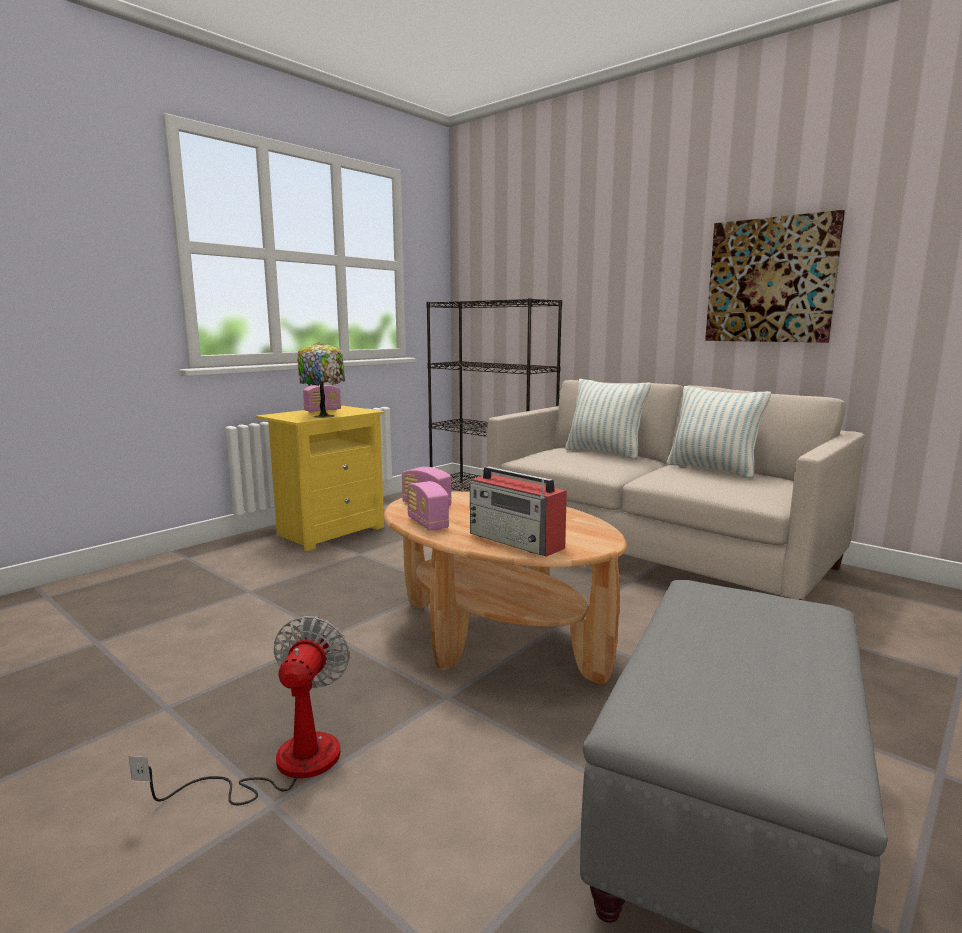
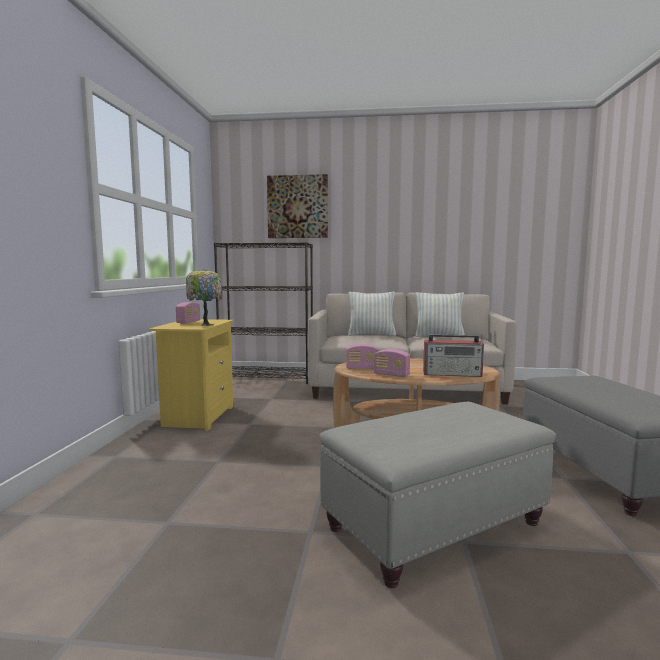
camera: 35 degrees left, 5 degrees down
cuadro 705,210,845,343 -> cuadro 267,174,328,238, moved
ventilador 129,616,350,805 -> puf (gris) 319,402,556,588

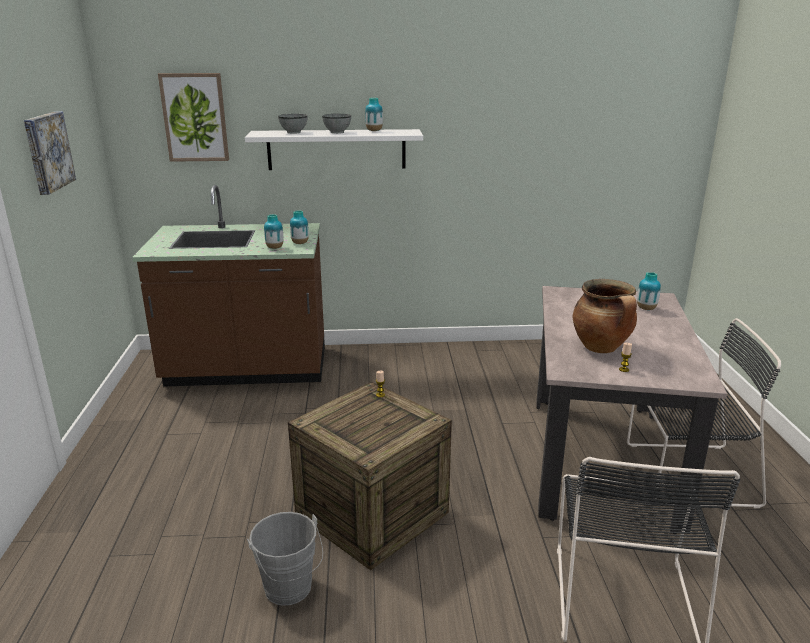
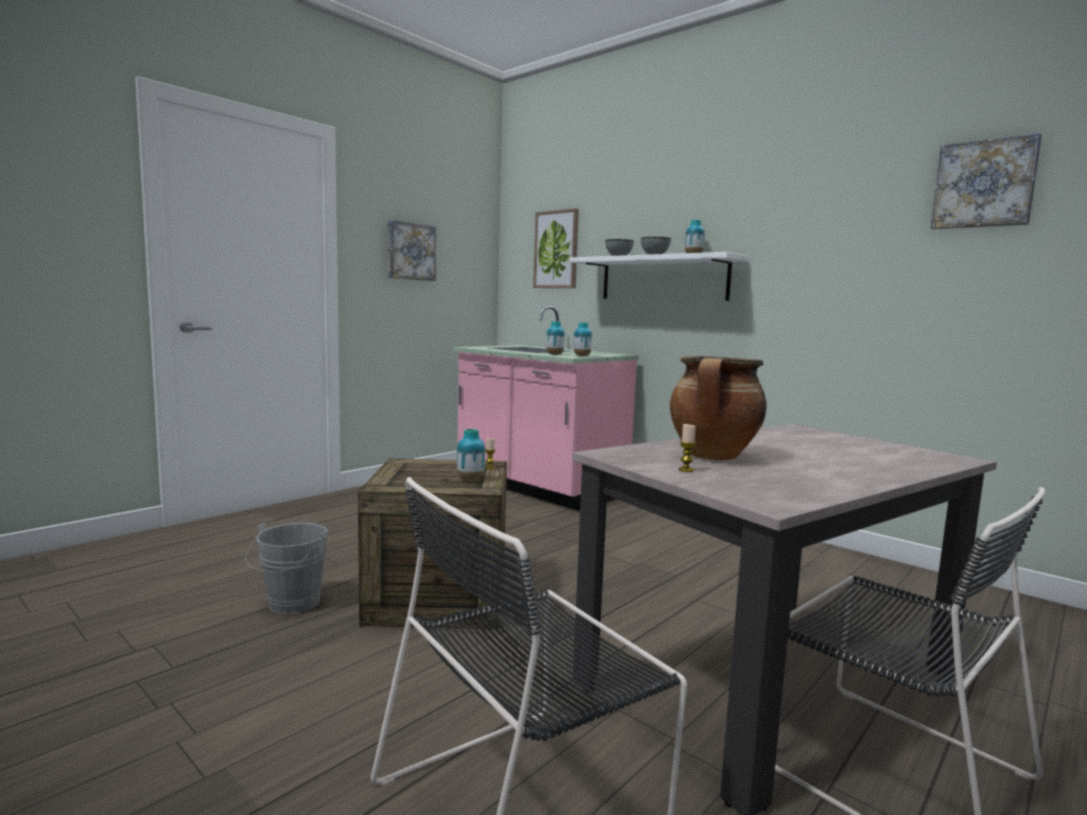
camera: 45 degrees right, 15 degrees down
mueble bajo de cocina (marrón) 132,185,325,387 -> mueble bajo de cocina (rosa) 453,306,639,511
florero 637,272,661,310 -> florero 457,429,485,480, moved
none -> cuadro 931,133,1042,229

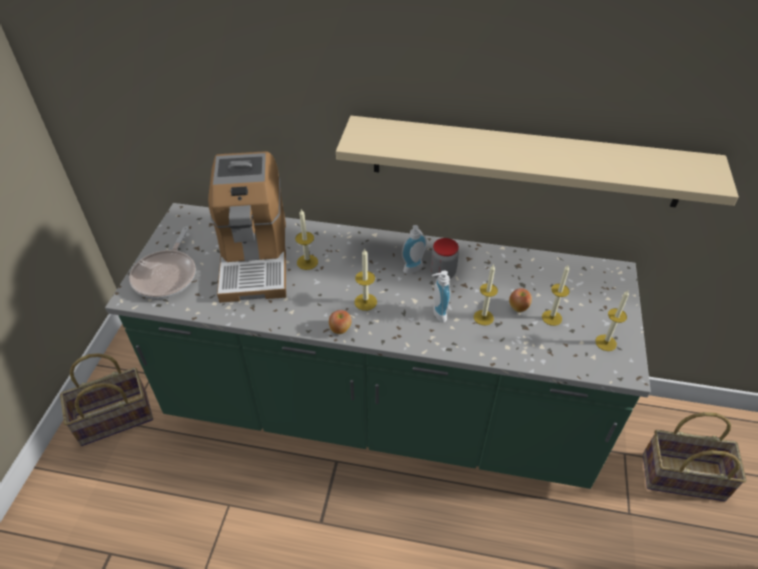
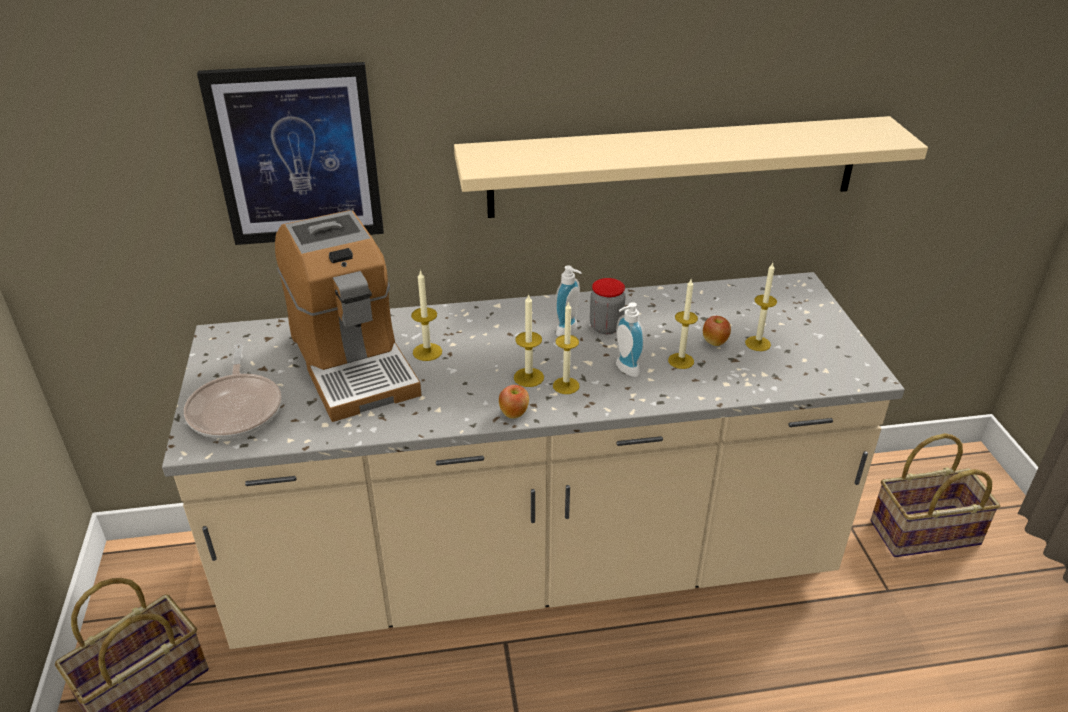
camera: 20 degrees left, 10 degrees down
mueble bajo de cocina (verde) 105,203,651,489 -> mueble bajo de cocina (beis) 162,272,905,649
none -> cuadro 197,62,384,245
vela 595,290,629,351 -> vela 553,301,579,394, moved

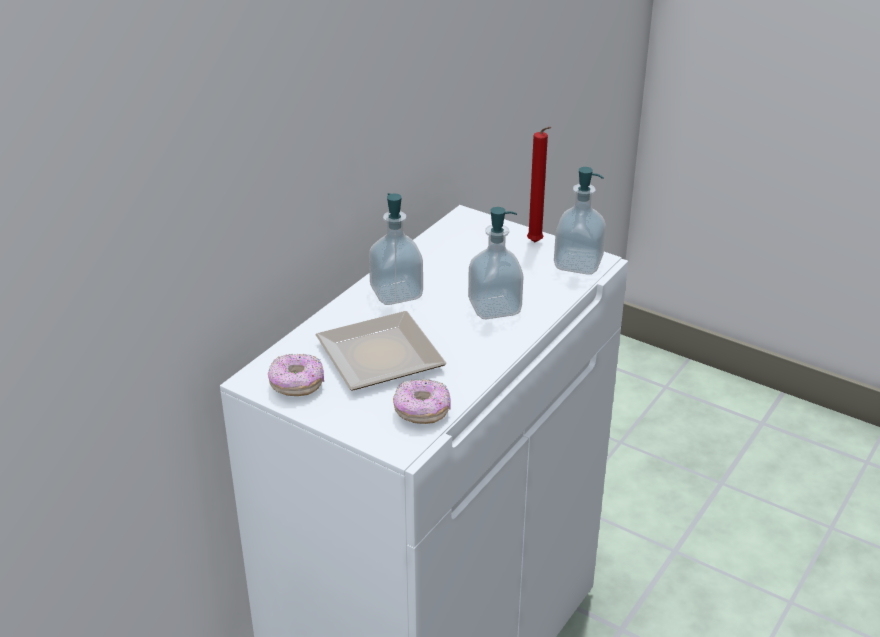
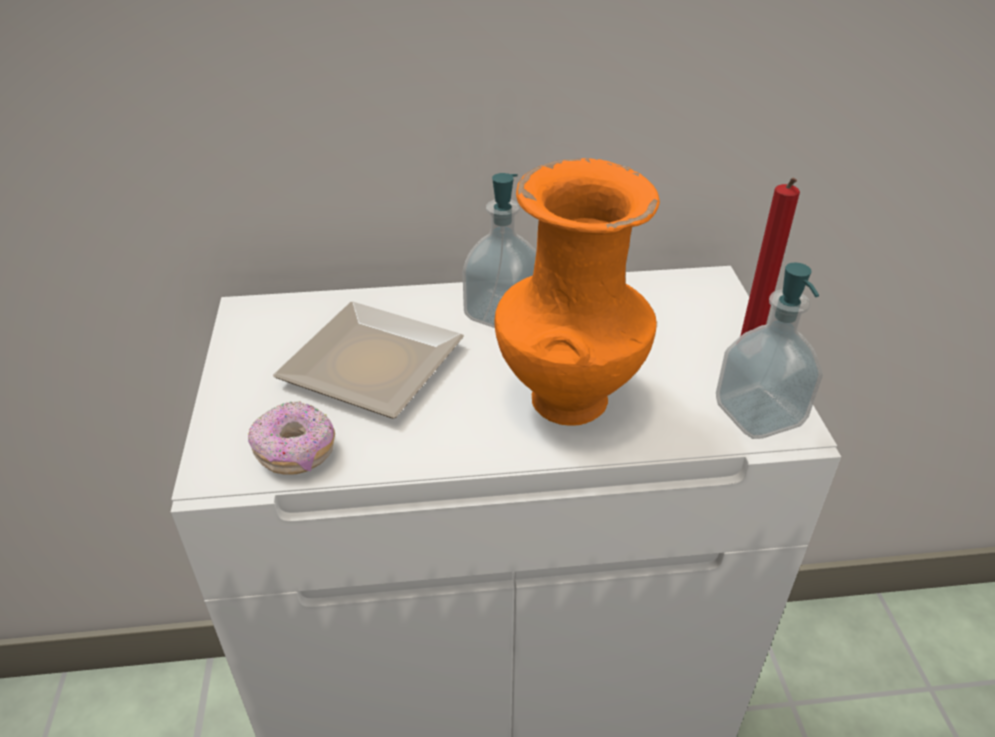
camera: 50 degrees right, 5 degrees up
dispensador de jabón 468,207,524,319 -> florero (naranja) 495,158,660,425
rosquilla 268,354,324,396 -> none

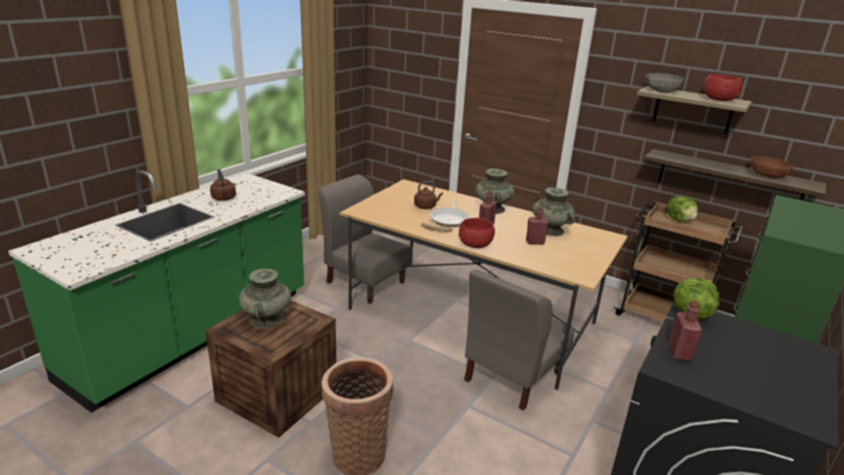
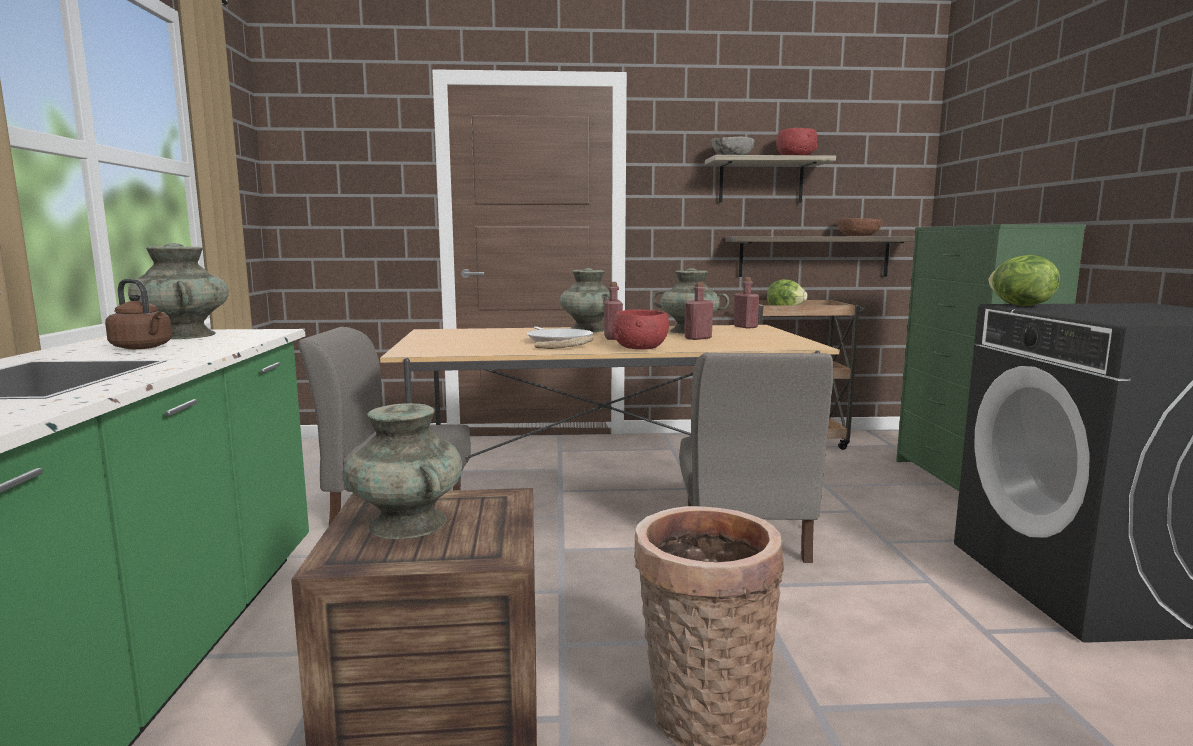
camera: 35 degrees left, 15 degrees down
none -> florero (turquesa) 128,243,229,339
botella (rojo) 669,300,702,361 -> botella (rojo) 734,277,759,329, moved
hervidor (marrón) 414,182,443,209 -> none

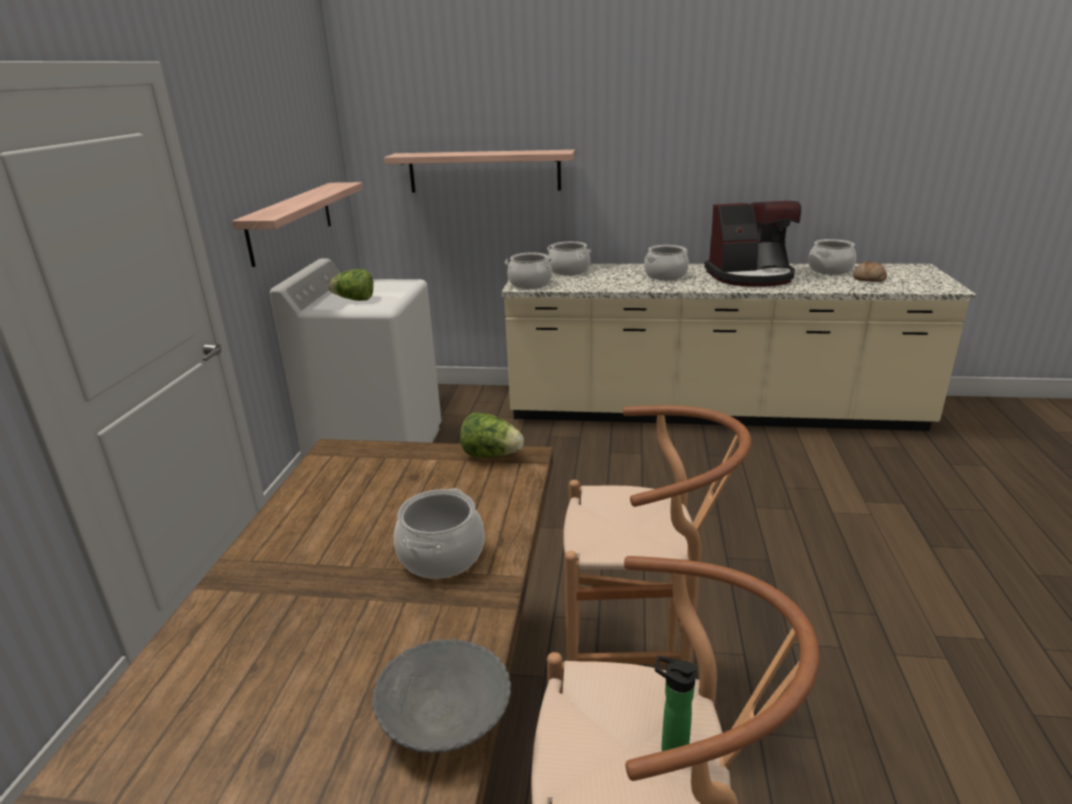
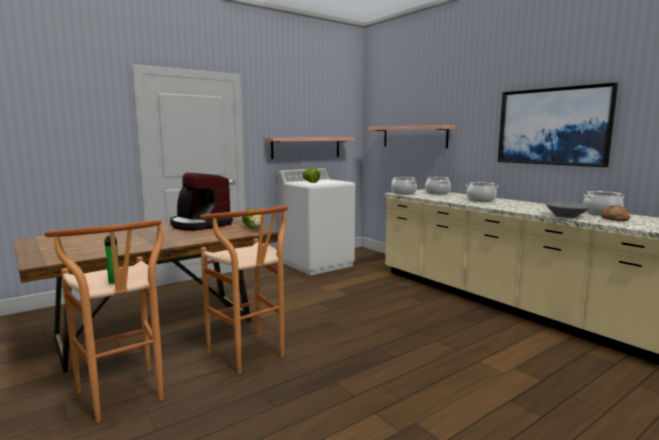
camera: 45 degrees right, 15 degrees down
cafetera 704,201,801,287 -> cafetera 170,173,233,231, moved
none -> cuadro 498,82,618,167
cuenco (gris) 372,639,511,753 -> cuenco (gris) 545,201,591,218, moved
olla 394,488,485,579 -> none

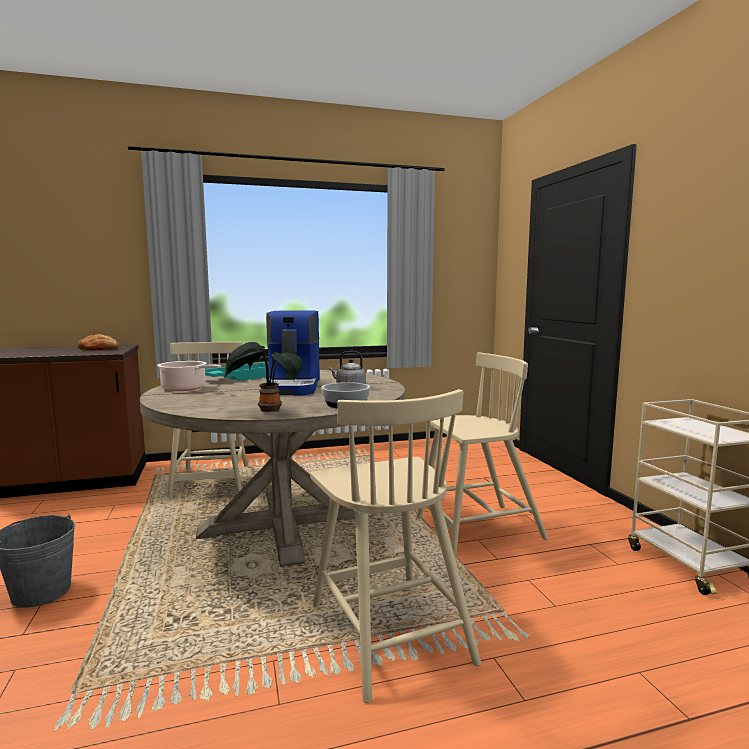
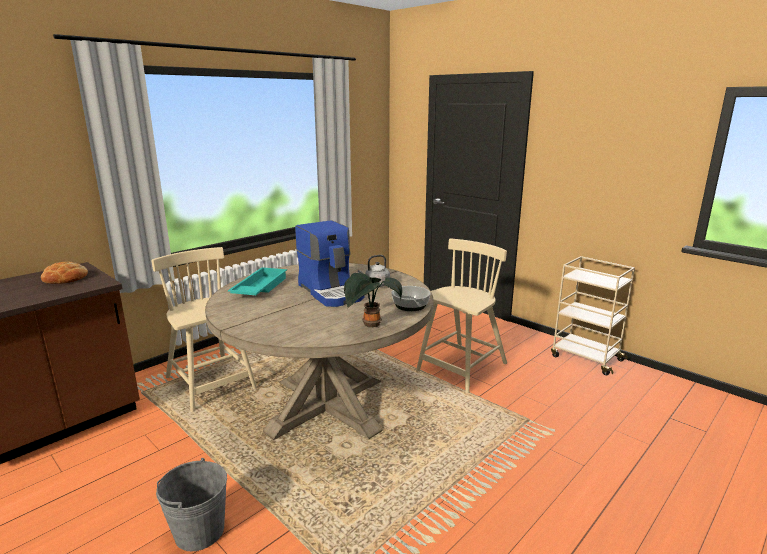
camera: 30 degrees left, 10 degrees up
olla 157,361,221,391 -> none
silla (beis) 310,389,481,703 -> none

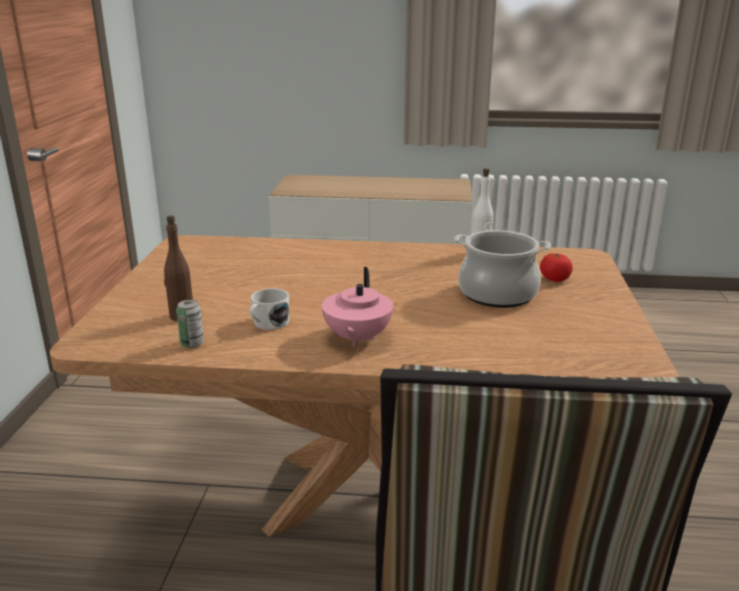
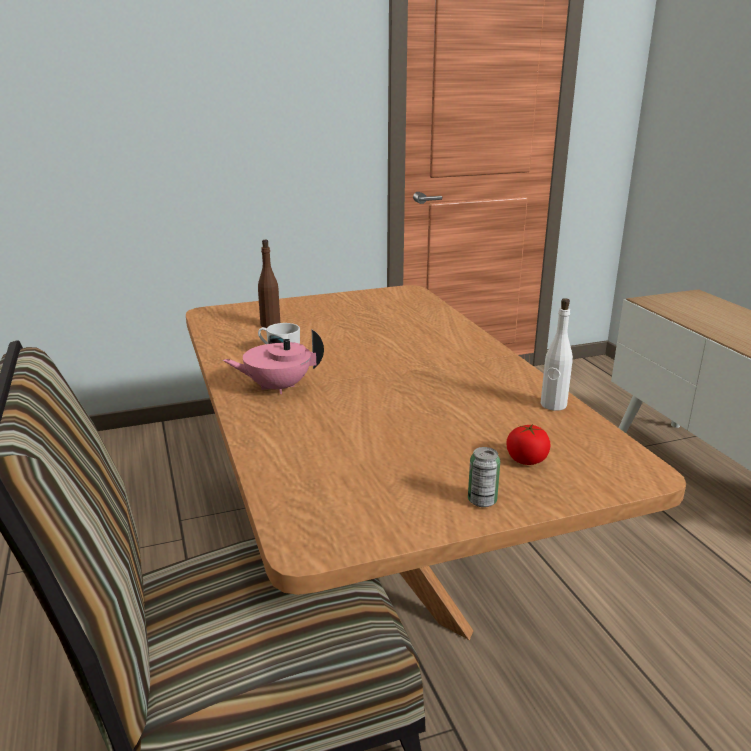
camera: 65 degrees right, 0 degrees up
lata 176,300,204,348 -> lata 468,447,500,507, moved
olla 454,230,551,308 -> none

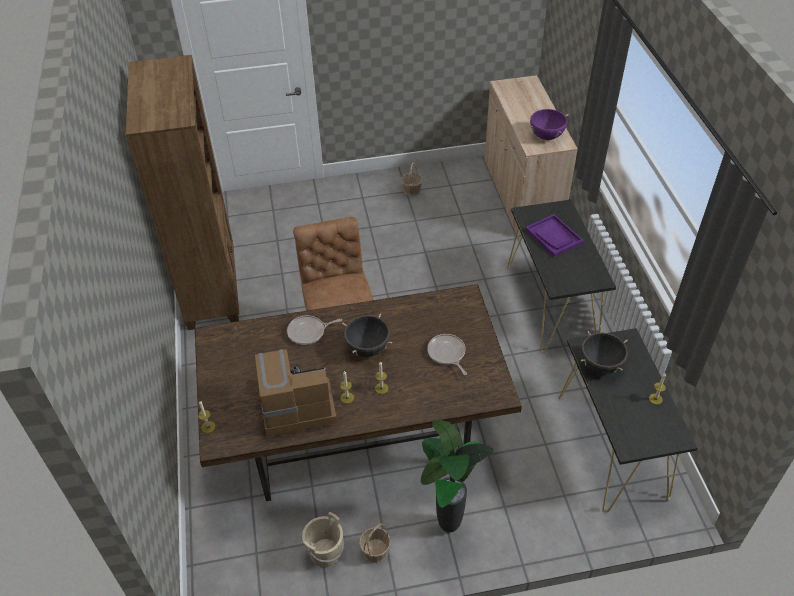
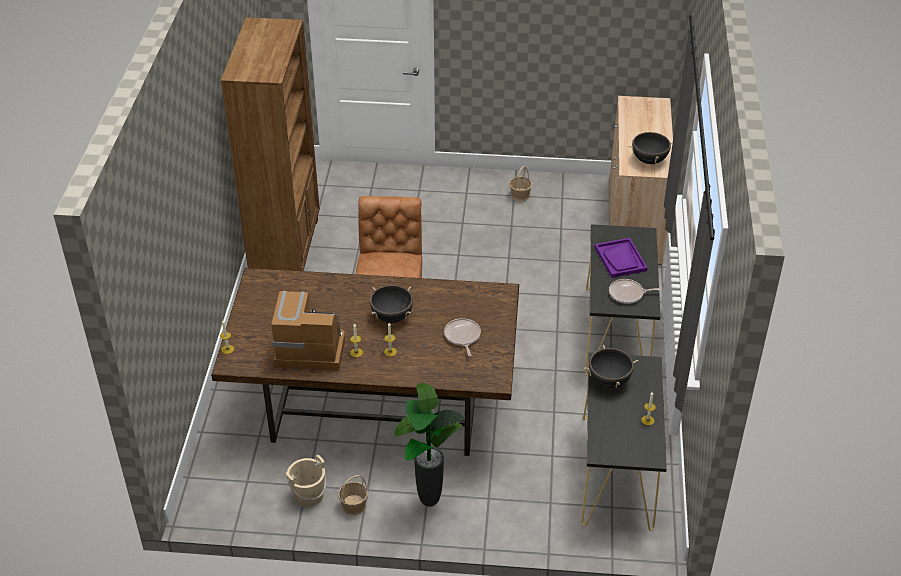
camera: 15 degrees right, 5 degrees down
sartén 287,315,342,345 -> sartén 609,279,662,304, moved
olla (morado) 529,108,569,140 -> olla (negro) 628,130,673,164

